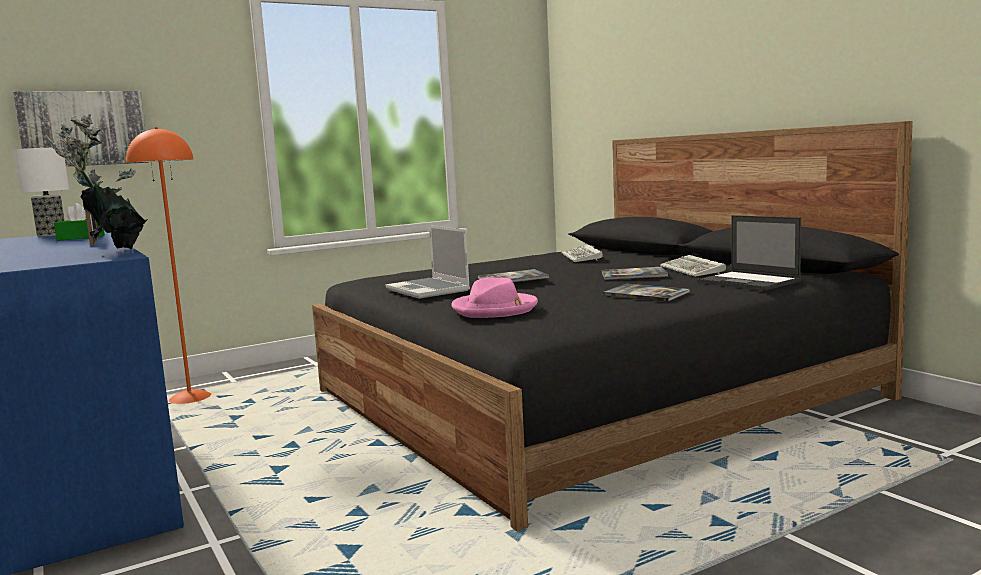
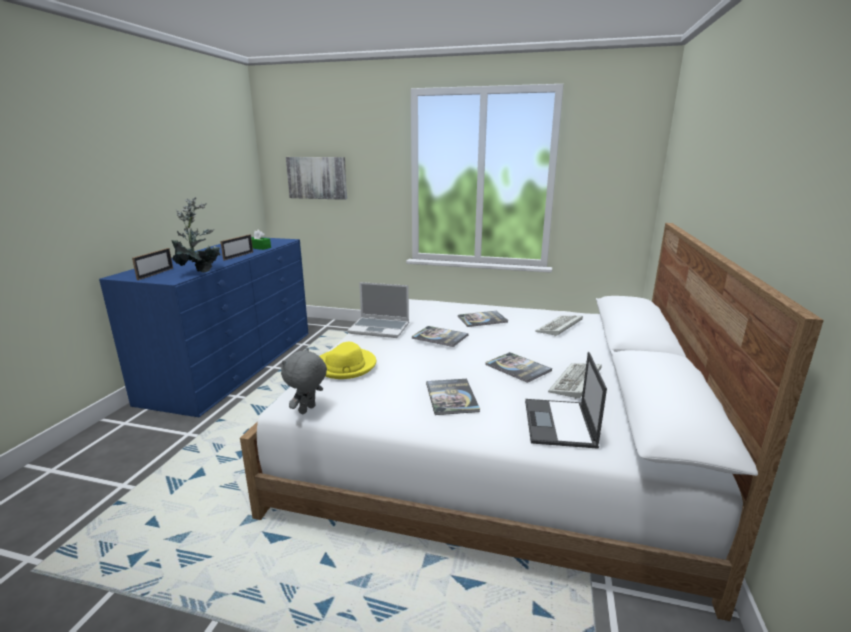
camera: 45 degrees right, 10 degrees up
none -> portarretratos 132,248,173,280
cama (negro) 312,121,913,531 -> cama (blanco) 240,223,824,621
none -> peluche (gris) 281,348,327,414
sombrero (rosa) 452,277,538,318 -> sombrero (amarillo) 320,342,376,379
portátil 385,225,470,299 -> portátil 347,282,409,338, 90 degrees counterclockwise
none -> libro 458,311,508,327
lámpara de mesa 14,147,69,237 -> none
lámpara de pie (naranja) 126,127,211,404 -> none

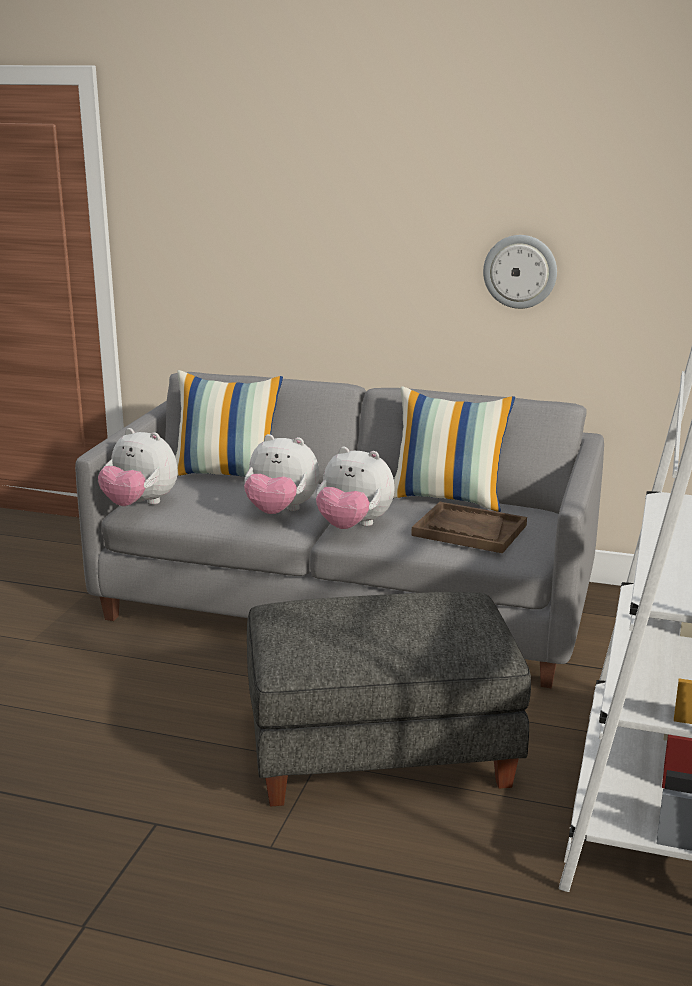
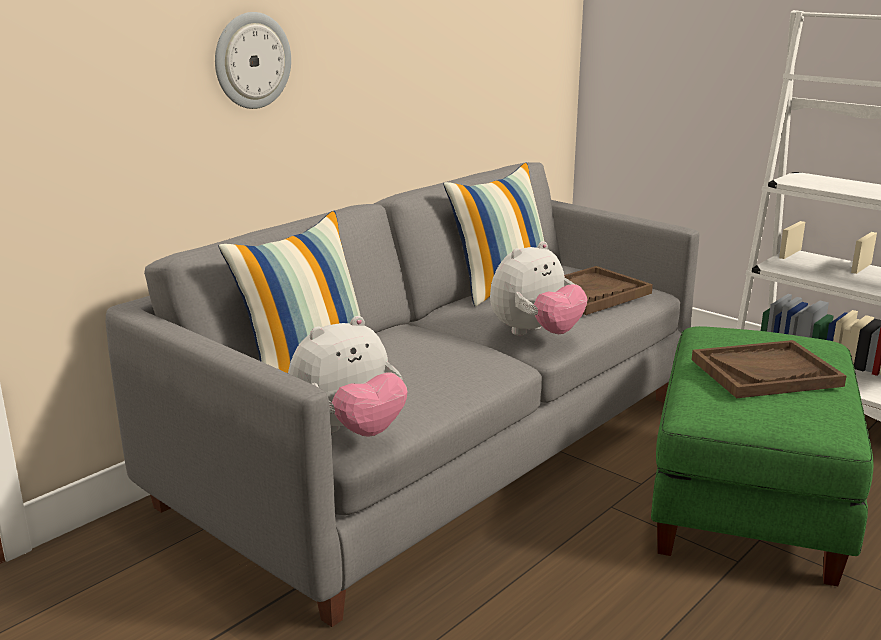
camera: 65 degrees left, 0 degrees up
reloj de pared 483,235,557,309 -> reloj de pared 215,12,291,109, moved
puf (gris) 247,592,531,807 -> puf (verde) 651,326,873,586
none -> bandeja (marrón) 692,340,846,398
peluche 244,434,319,514 -> none

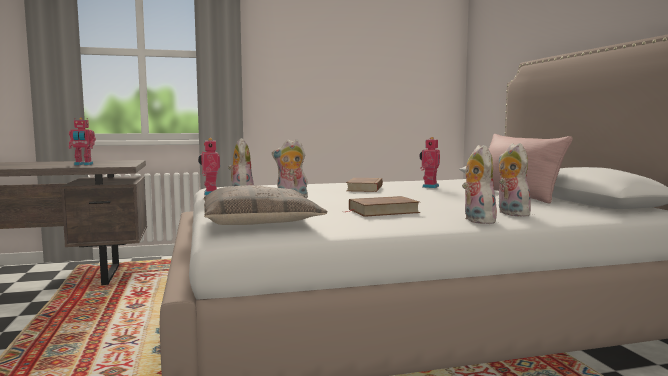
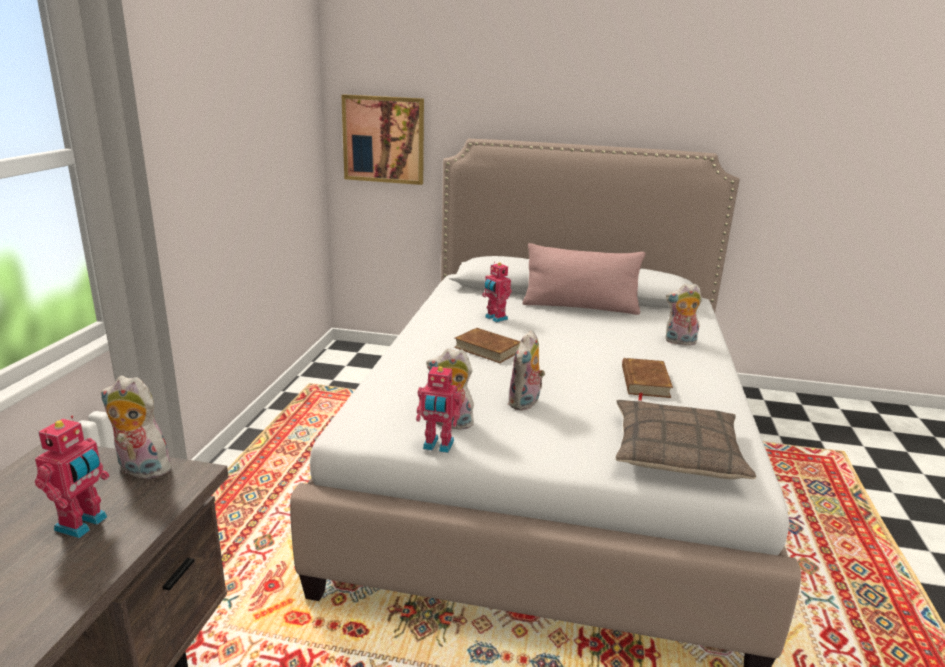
camera: 65 degrees left, 15 degrees up
peluche 462,145,498,224 -> peluche 101,376,173,479, moved
none -> cuadro 341,94,424,185

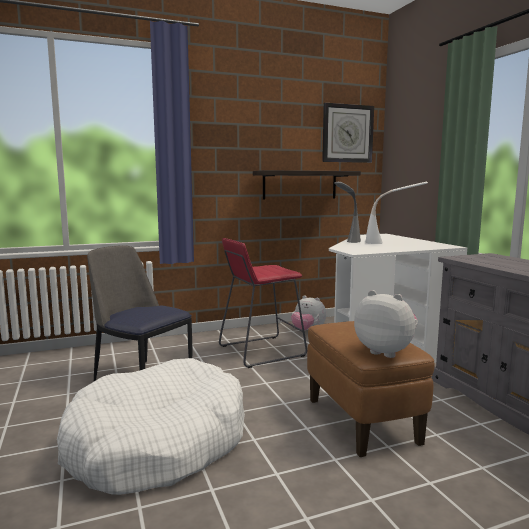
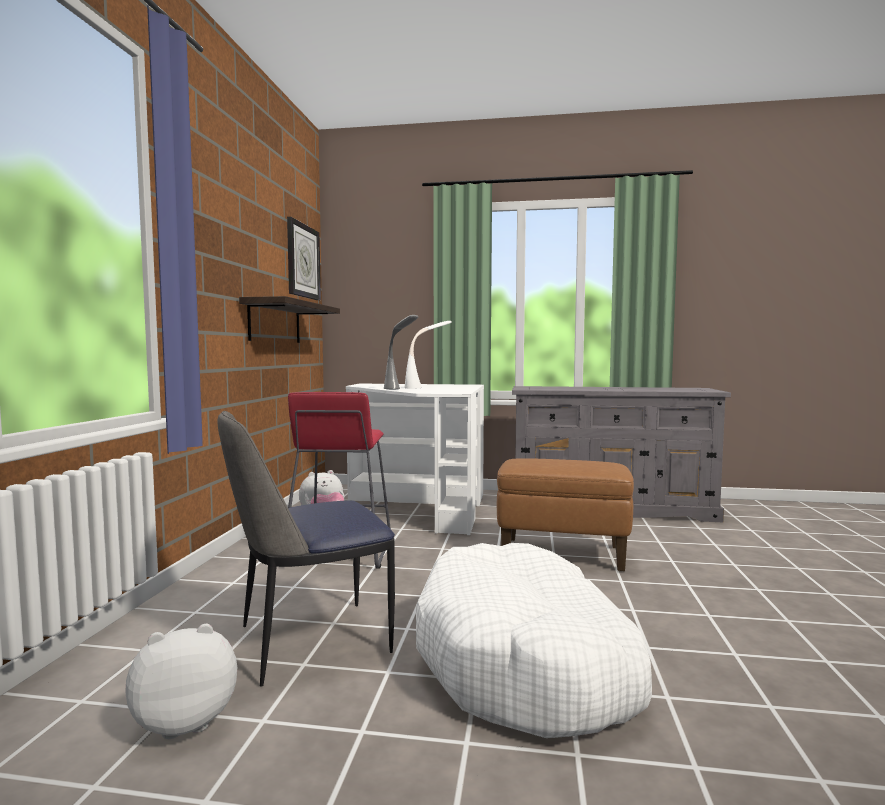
camera: 60 degrees left, 5 degrees down
peluche 354,290,418,358 -> peluche 126,624,237,739, moved

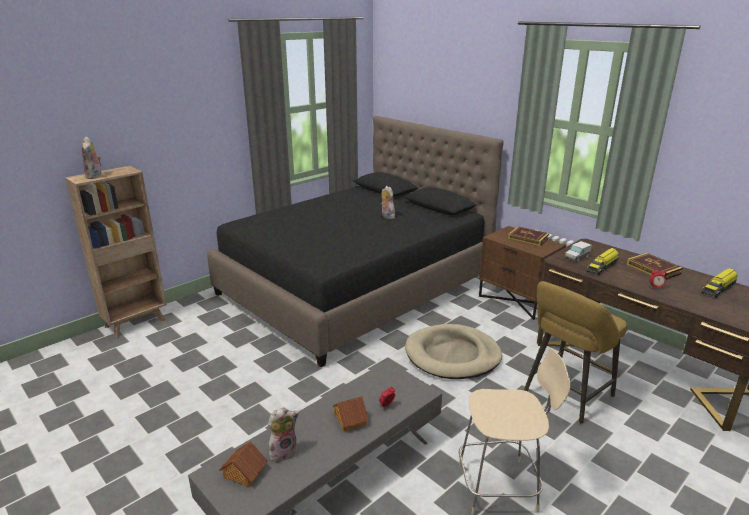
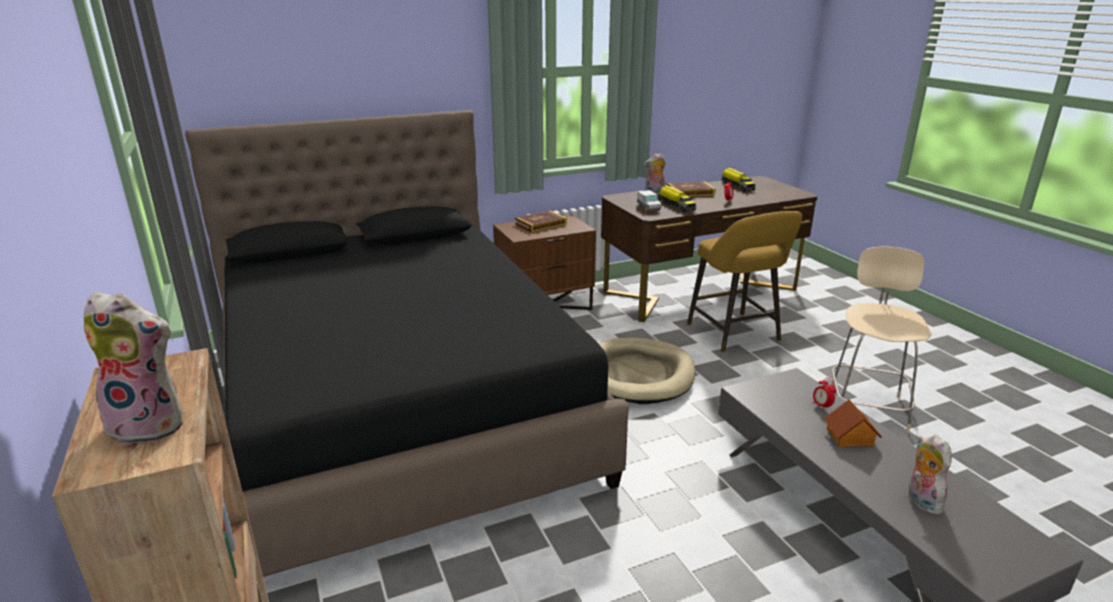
camera: 70 degrees left, 0 degrees up
peluche 381,186,395,219 -> peluche 643,153,666,195, moved
casita 219,441,268,488 -> none

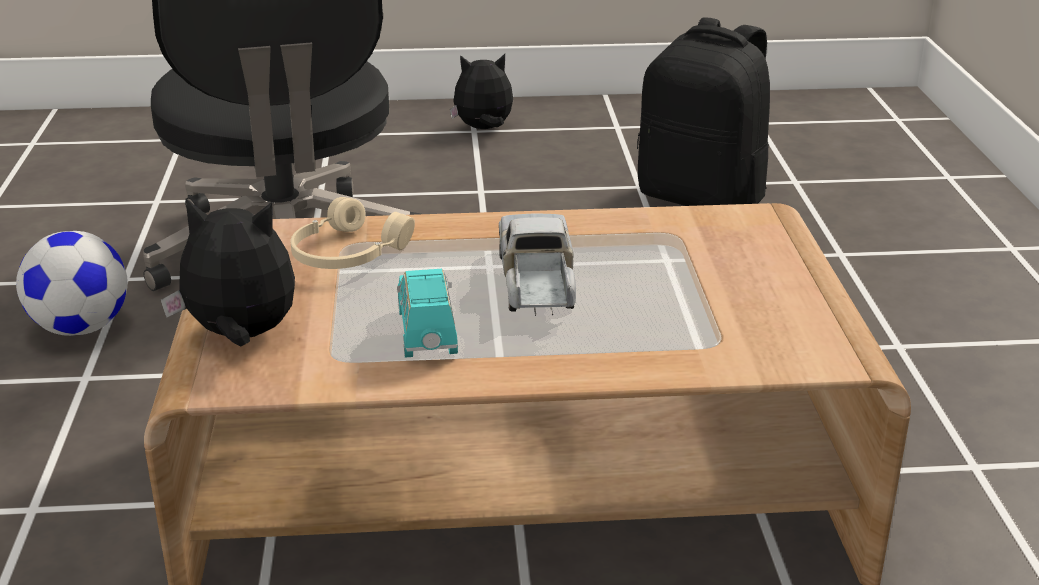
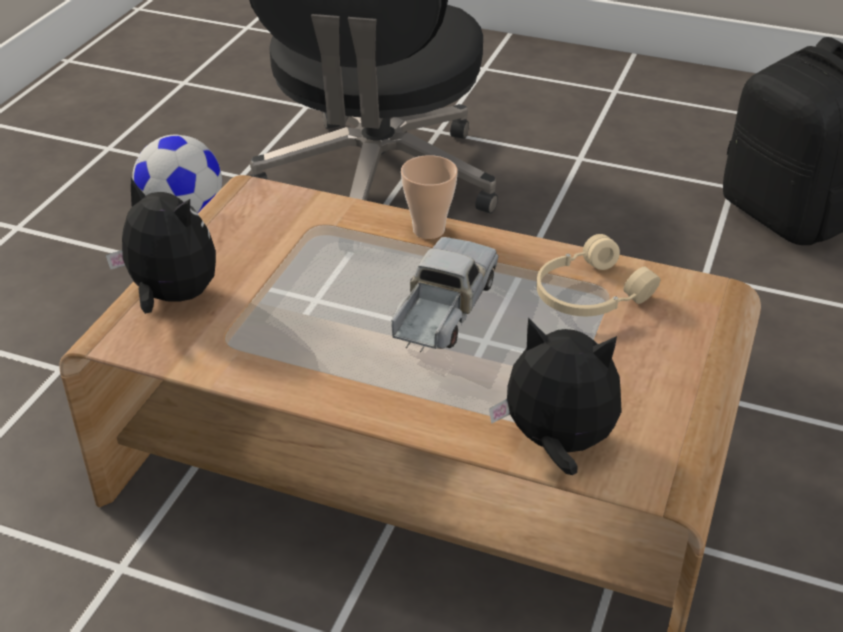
camera: 25 degrees right, 10 degrees up
none -> taza 401,155,458,239
peluche 450,54,513,129 -> peluche 489,317,622,475, moved
auriculares (beis) 291,197,415,269 -> auriculares (beis) 536,234,661,316, moved
coche de juguete (turquesa) 397,269,458,358 -> none

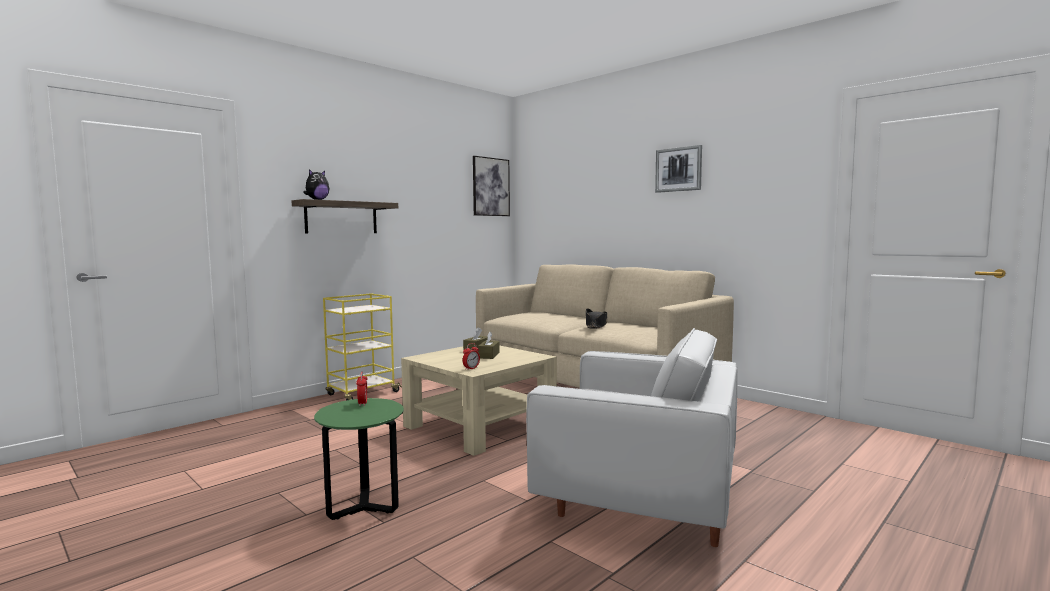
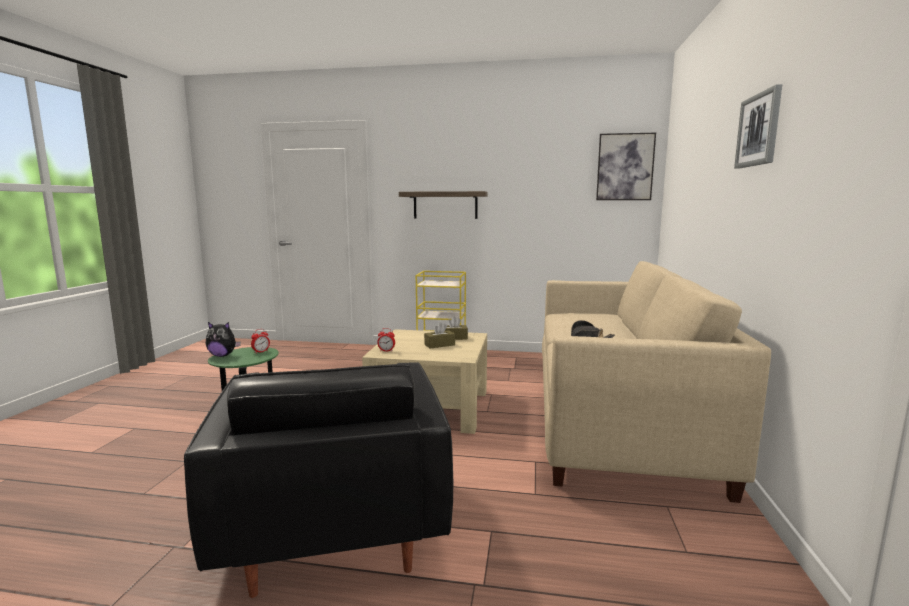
camera: 55 degrees right, 5 degrees up
sillón (blanco) 526,328,738,547 -> sillón (negro) 184,362,453,598
peluche 303,169,329,200 -> peluche 206,322,241,357, moved

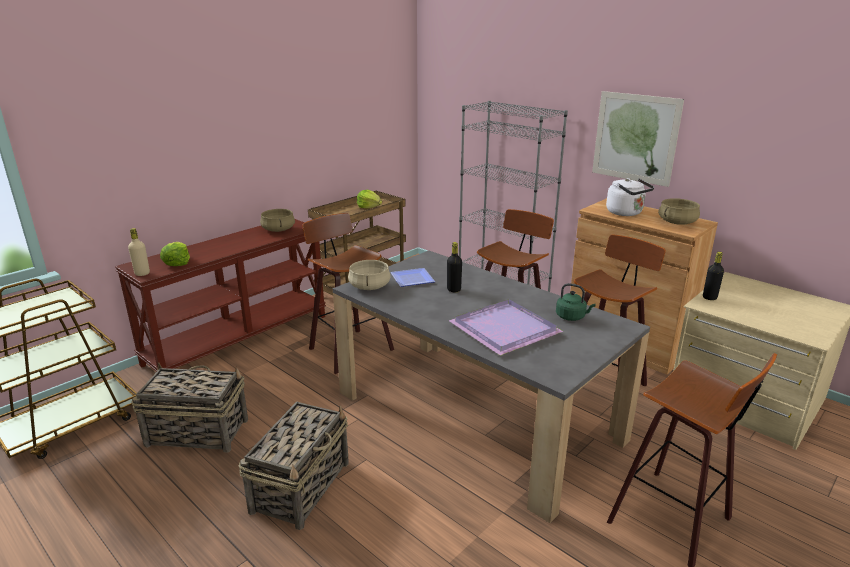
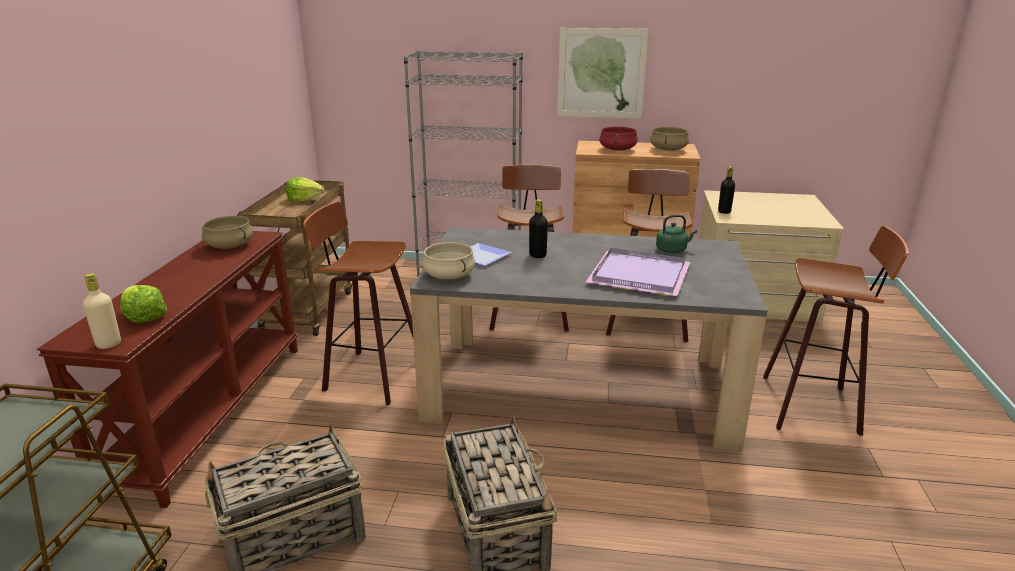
camera: 35 degrees left, 0 degrees up
hervidor (blanco) 606,178,654,216 -> olla (rojo) 599,127,638,151

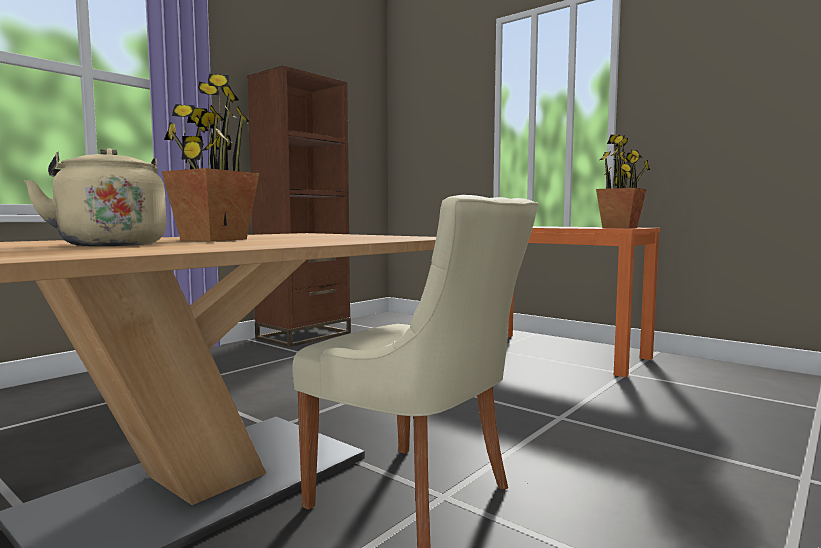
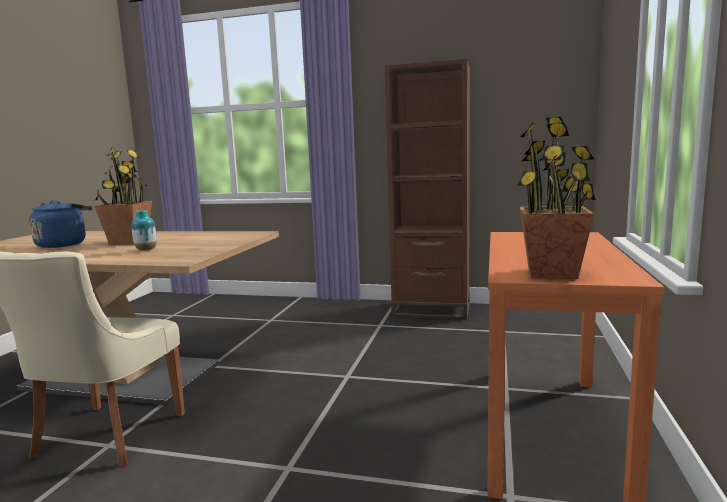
camera: 65 degrees right, 5 degrees up
hervidor (beis) 24,148,166,246 -> hervidor (azul) 29,200,92,248
none -> florero 132,210,157,251

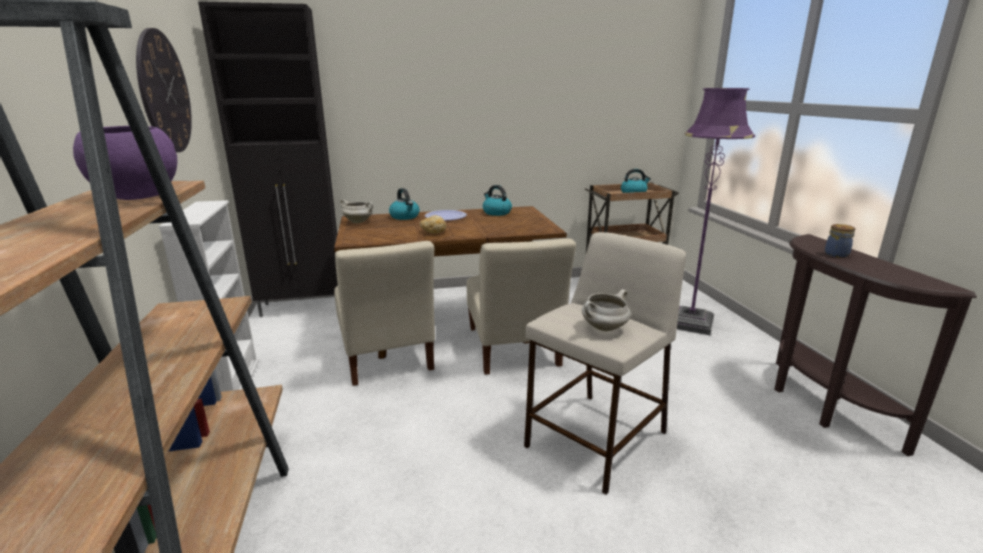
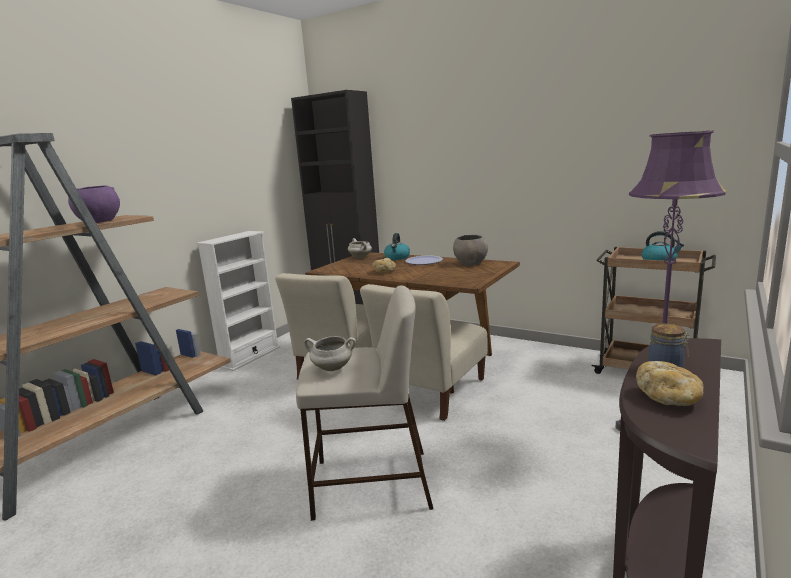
camera: 45 degrees right, 5 degrees down
hervidor 483,185,512,216 -> cuenco (gris) 453,235,488,266
none -> pan 636,361,704,406
reloj de pared 136,28,192,152 -> none

